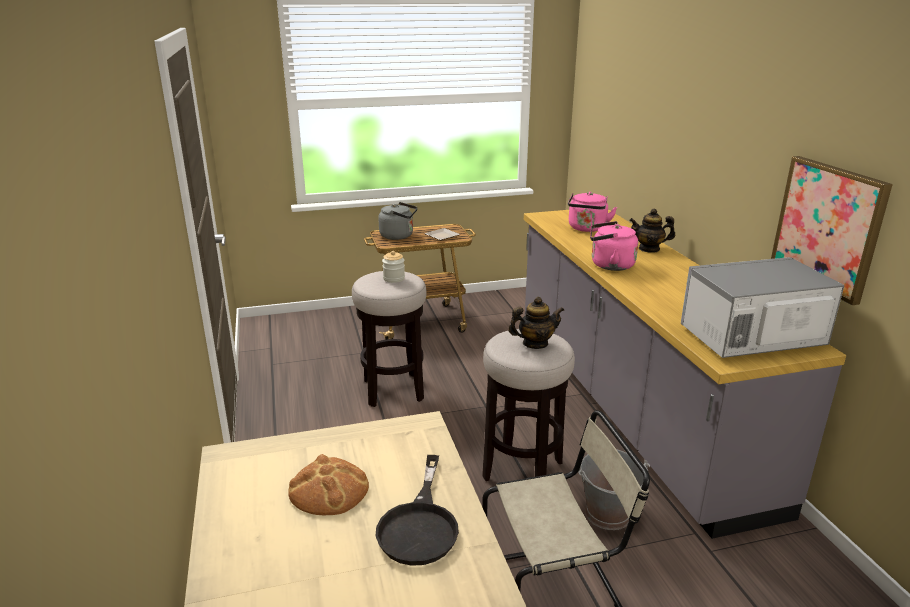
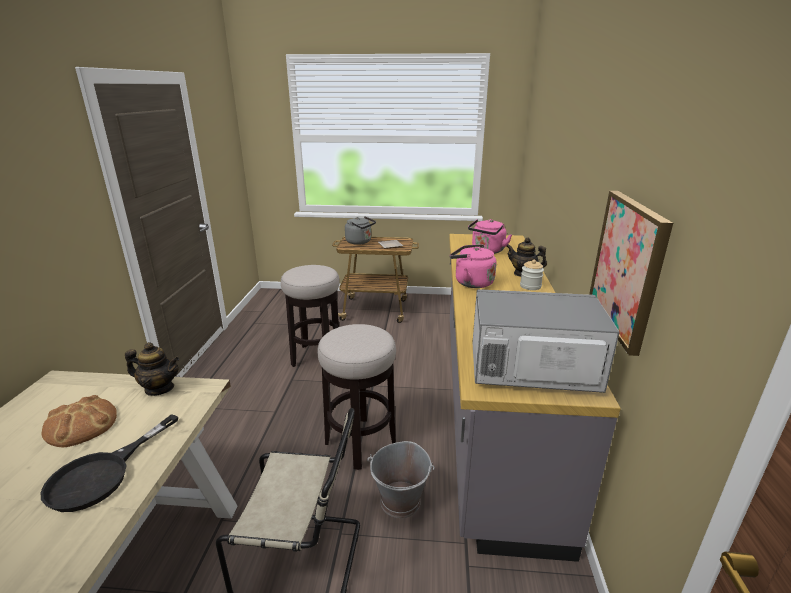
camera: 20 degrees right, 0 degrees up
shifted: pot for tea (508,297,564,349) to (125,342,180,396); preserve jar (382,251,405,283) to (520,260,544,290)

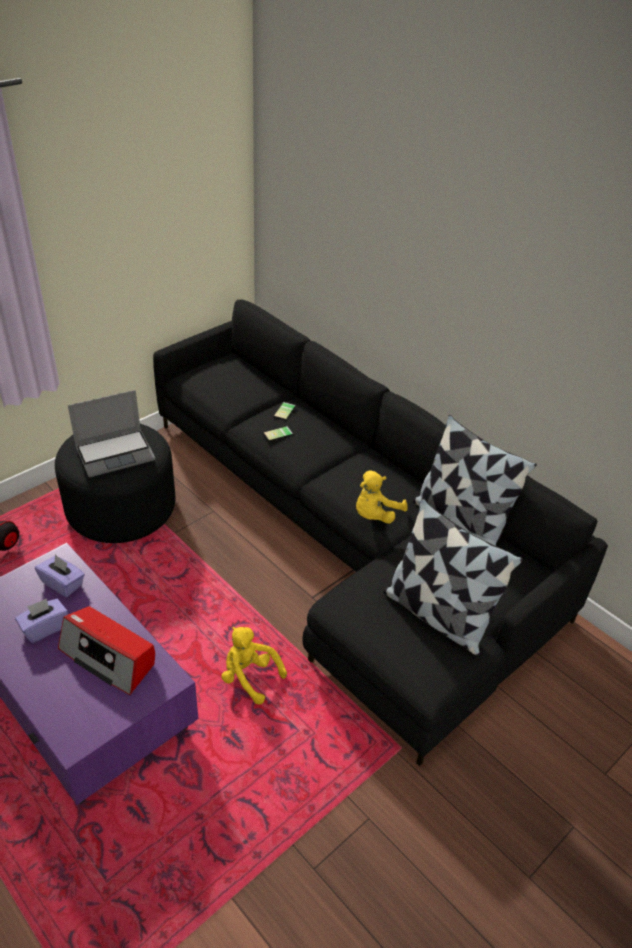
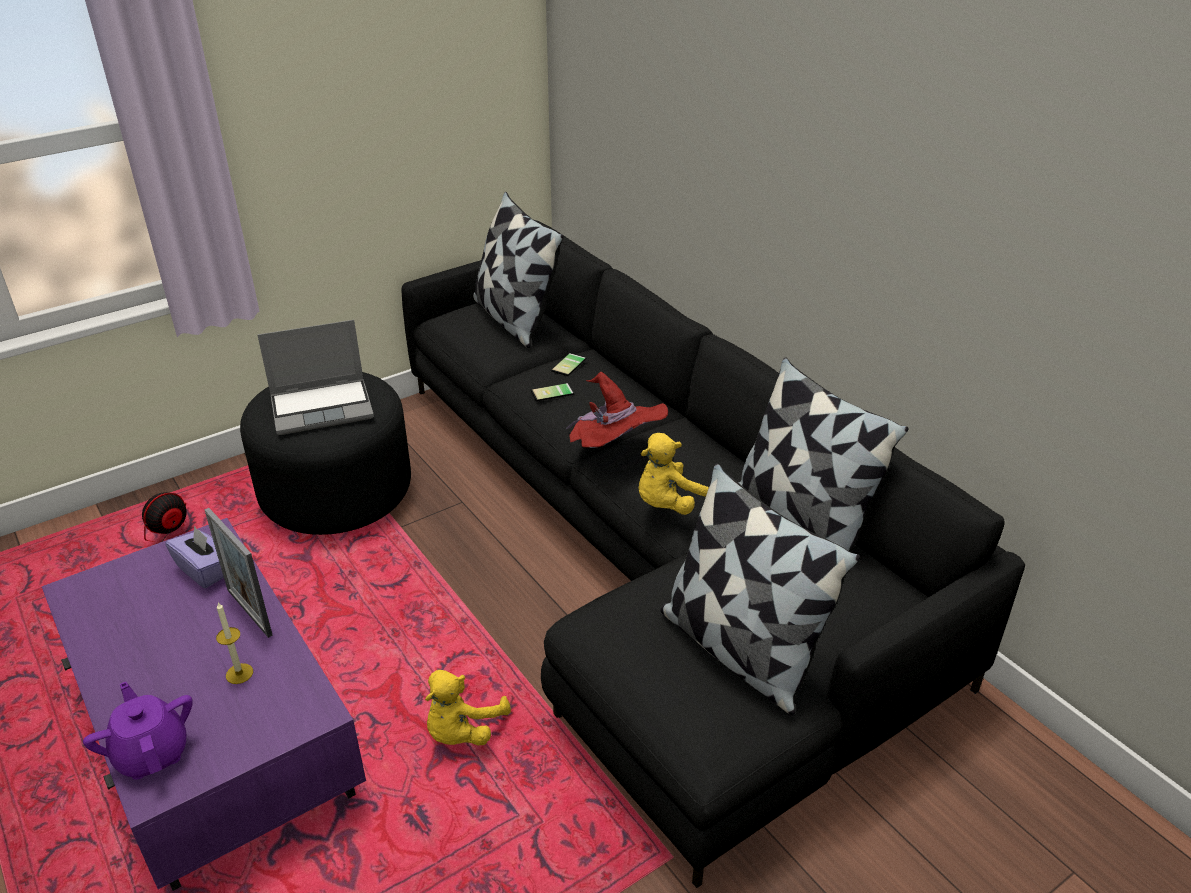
camera: 10 degrees right, 5 degrees down
gone: purple-coloured tissue holder (15,598,68,643)
new: purple-coloured pot for tea (83,682,193,780); standing frame (204,508,272,638); cushion (473,192,564,348); reddish hat (566,372,668,448)
swapped: radio receiver (58,606,155,695) to candle (216,602,253,684)
rotated: yellowish soft toy (221,627,287,705) = (425,670,511,746) 105 degrees counterclockwise

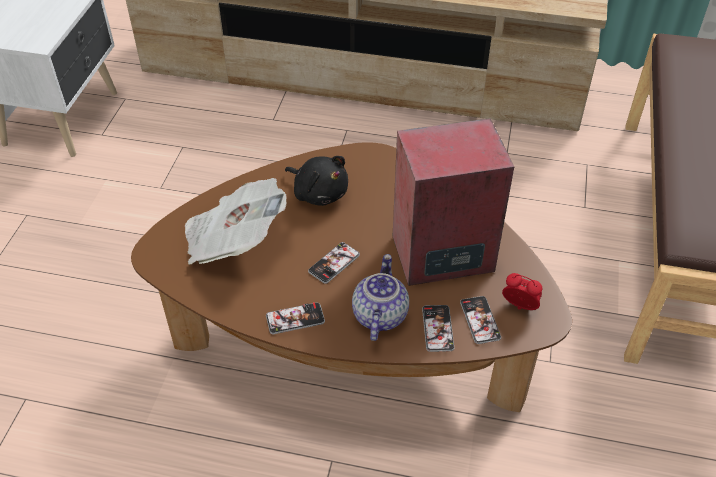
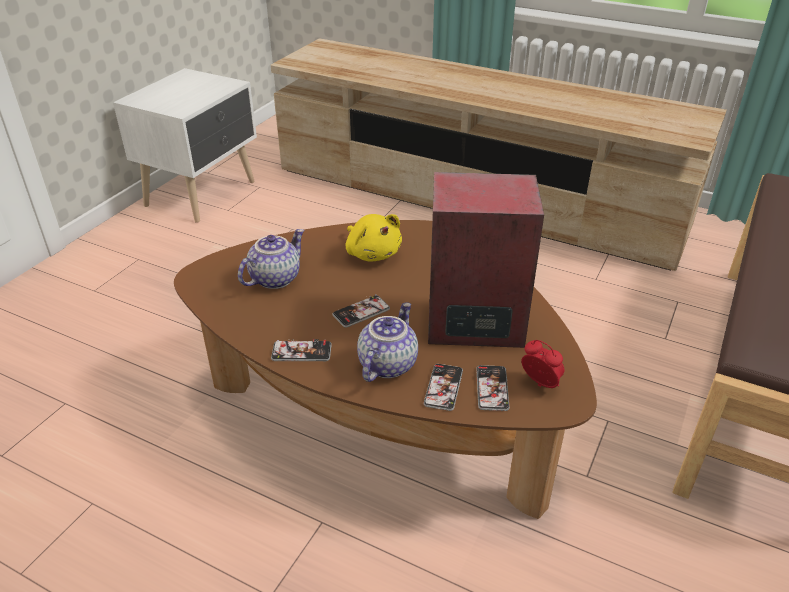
camera: 15 degrees right, 10 degrees down
swapped: daily paper (185,178,287,265) to pot for tea (238,229,305,289)
repainted: blackish soft toy (285,156,348,206) to yellowish soft toy (346,214,402,261)

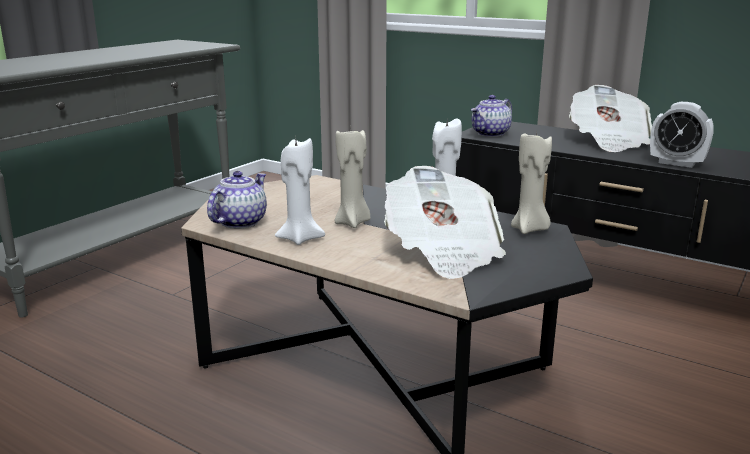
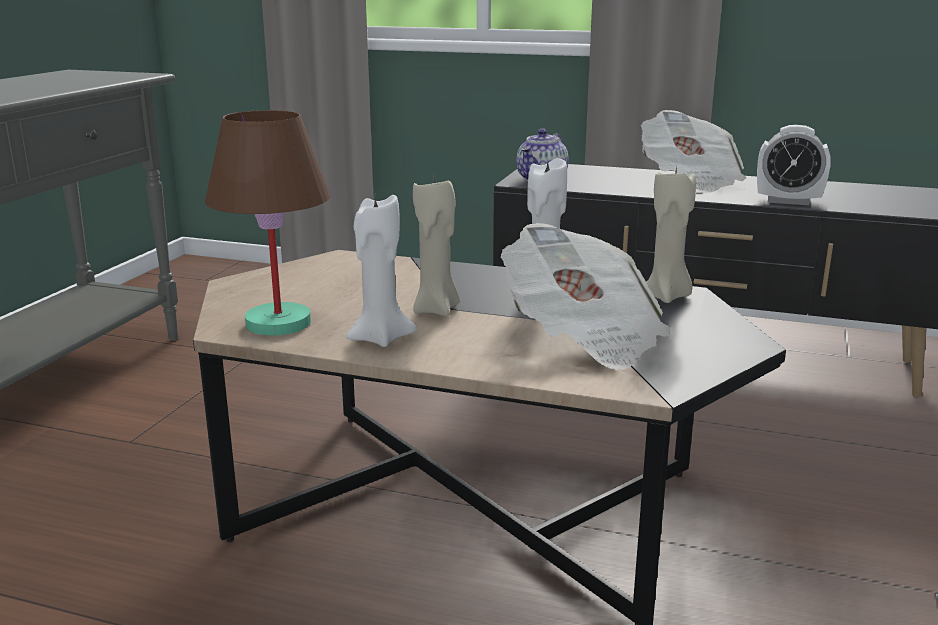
camera: 15 degrees left, 0 degrees up
swapped: pot for tea (207,171,267,229) to brown table lamp (205,110,330,336)

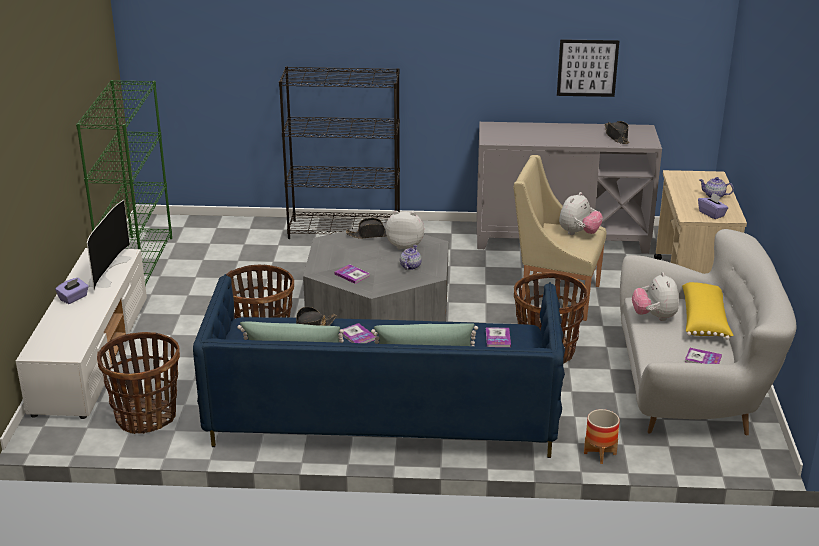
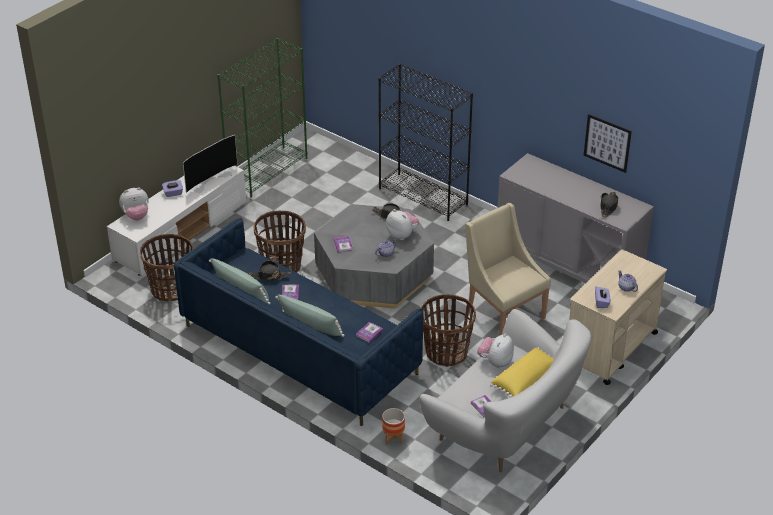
camera: 35 degrees right, 10 degrees up
shifted: soft toy (559,192,603,235) to (119,188,149,220)

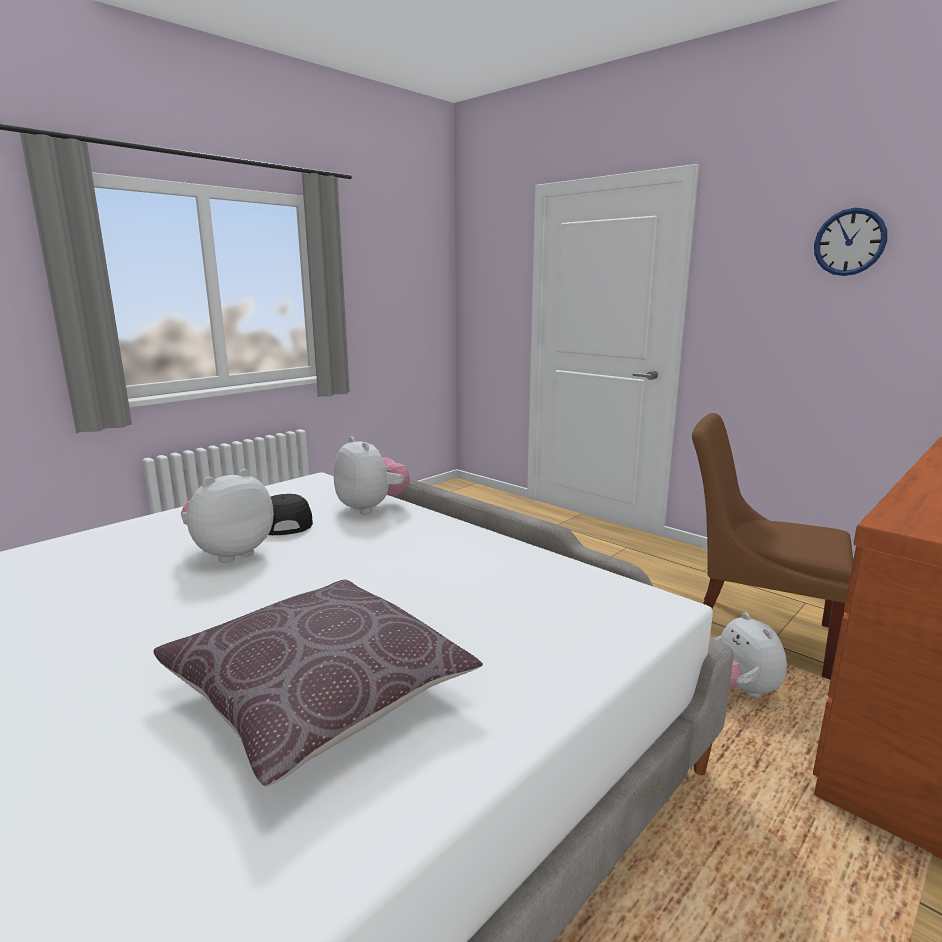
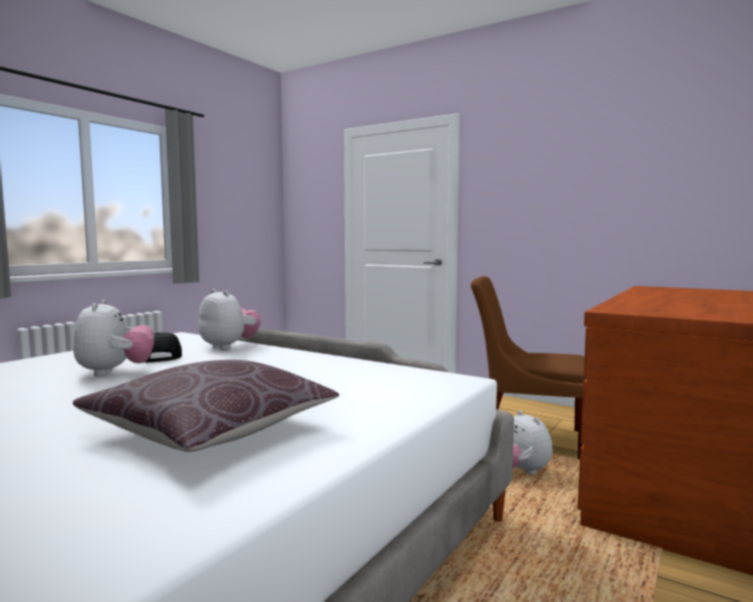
camera: 10 degrees left, 10 degrees down
gone: wall clock (814,208,887,276)
rotated: soft toy (181,469,274,563) = (73,300,154,376) 135 degrees clockwise

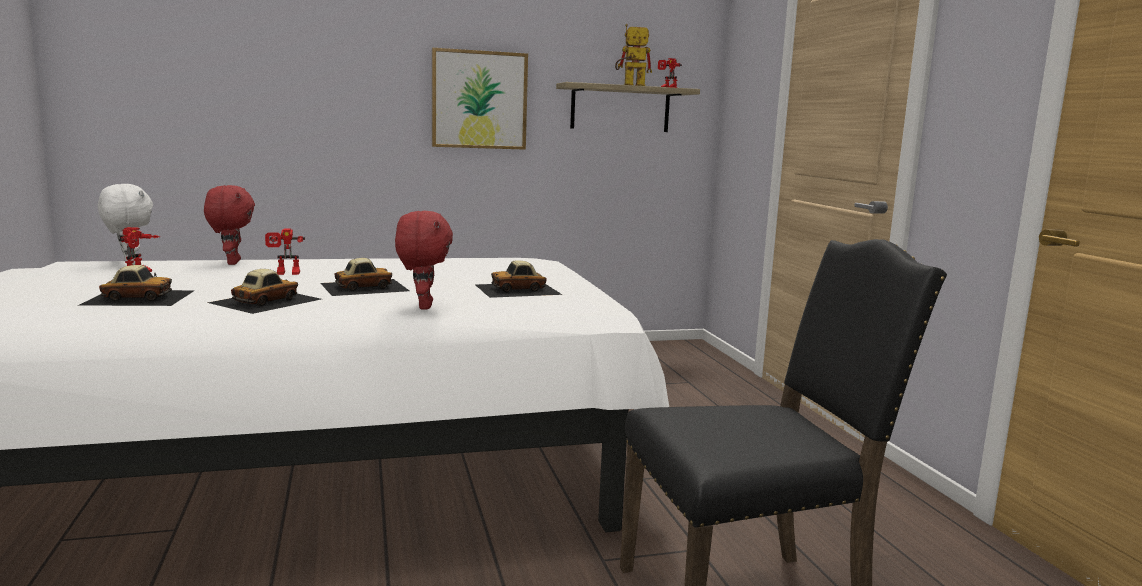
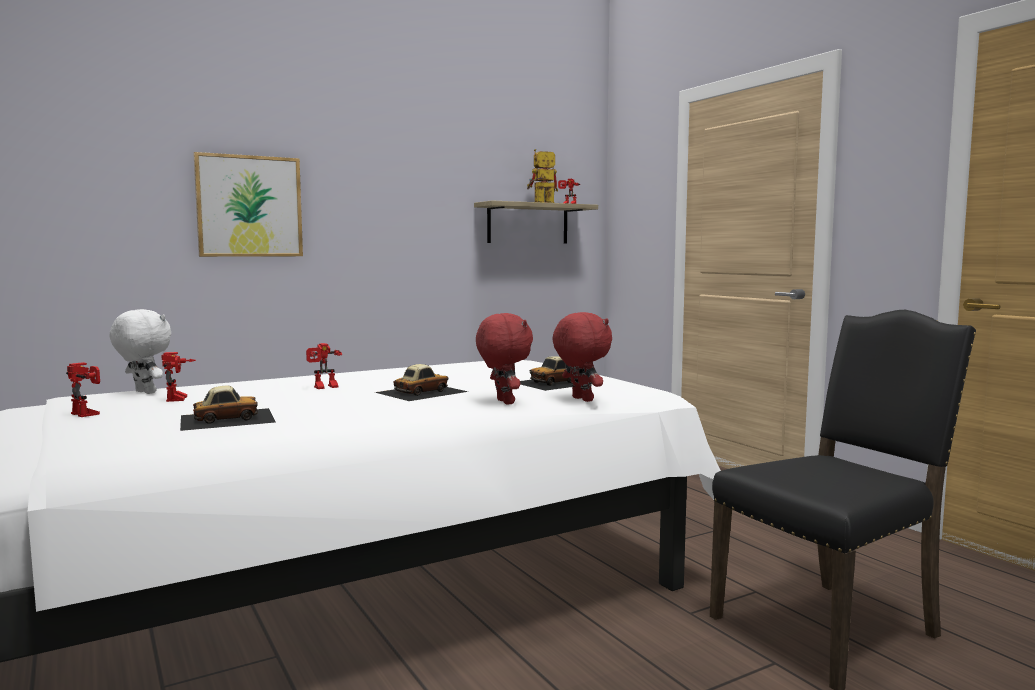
camera: 15 degrees left, 5 degrees down
gone: toy car (207,269,321,314)
new: toy robot (66,362,100,417)
shifted: picture (432,48,528,150) to (193,152,303,257); reddish soft toy (204,185,255,265) to (552,312,612,402)

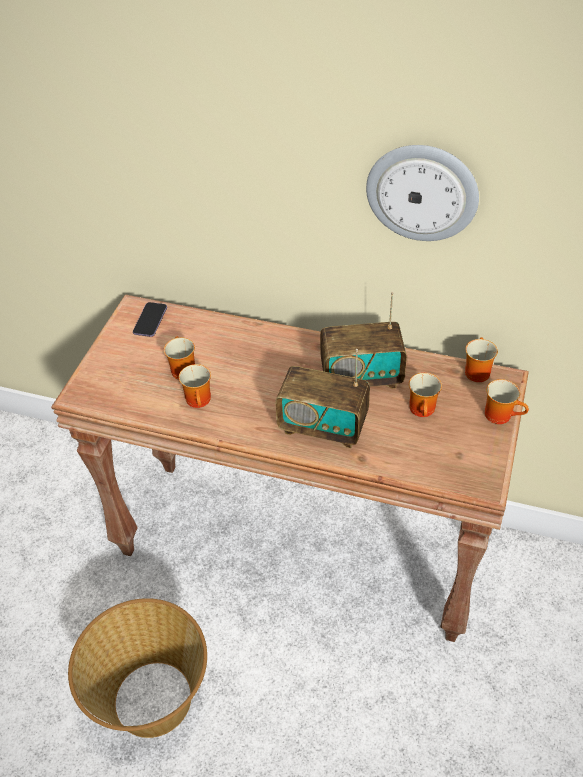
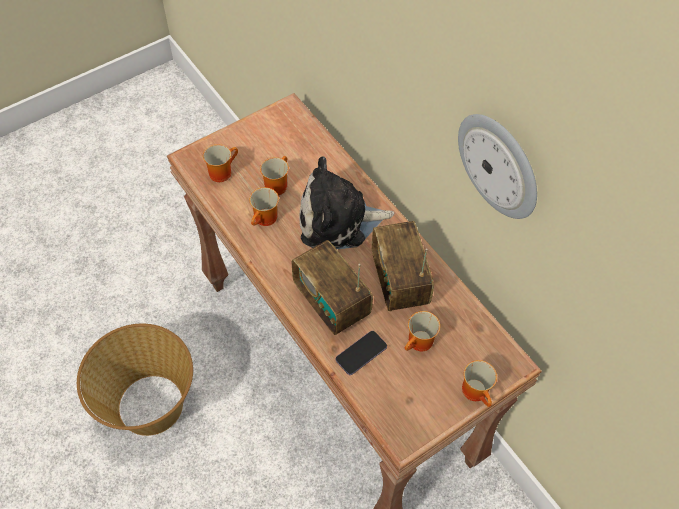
camera: 35 degrees right, 10 degrees up
new: soft toy (300,156,394,249)
shifted: coffee mug (465,337,498,382) to (203,144,238,182); phone (133,302,167,337) to (336,331,387,375)
rotated: radio receiver (320,291,407,389) = (372,221,434,311) 45 degrees clockwise

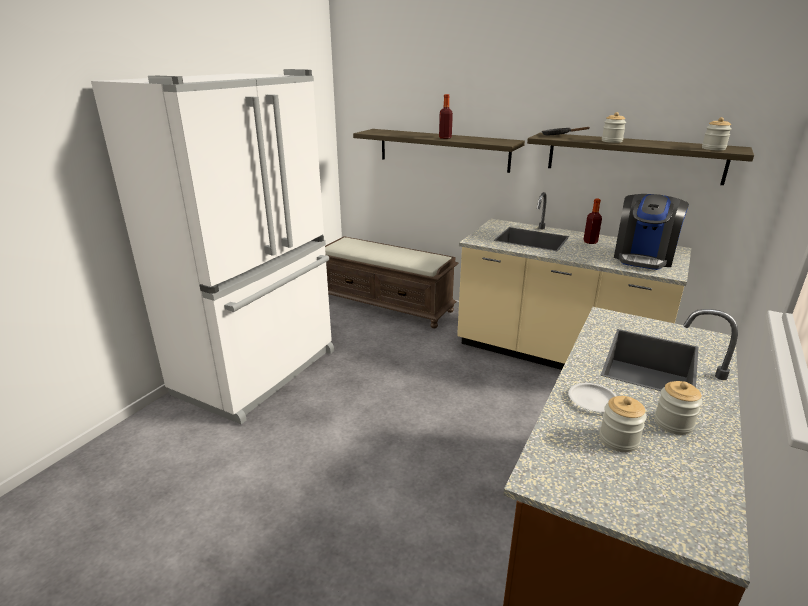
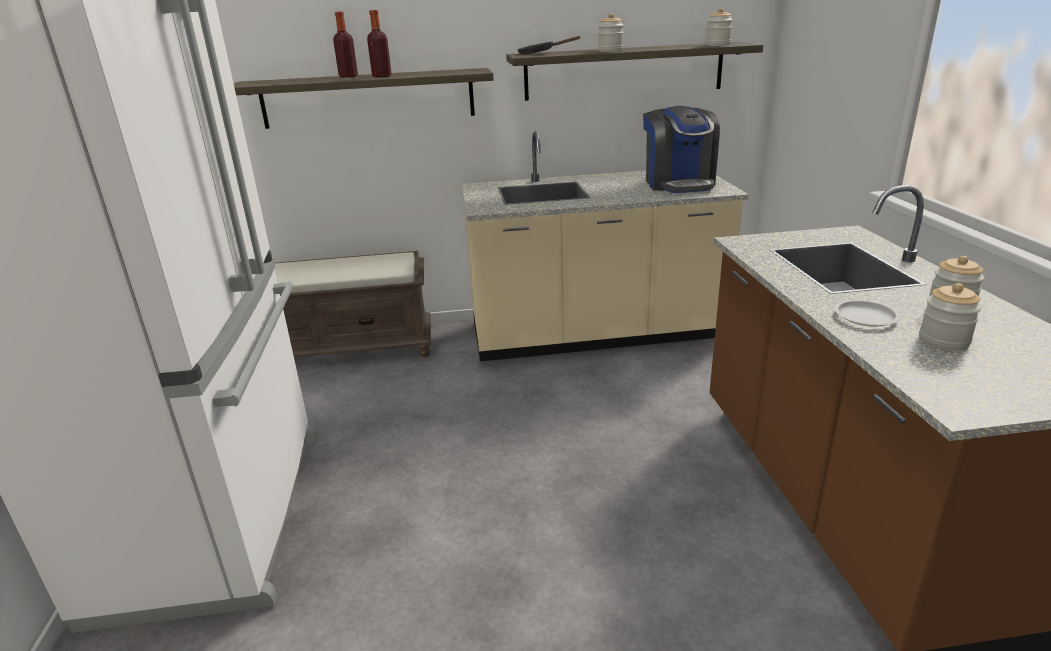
camera: 35 degrees left, 0 degrees up
shifted: beverage bottle (583,198,602,244) to (333,11,358,77)

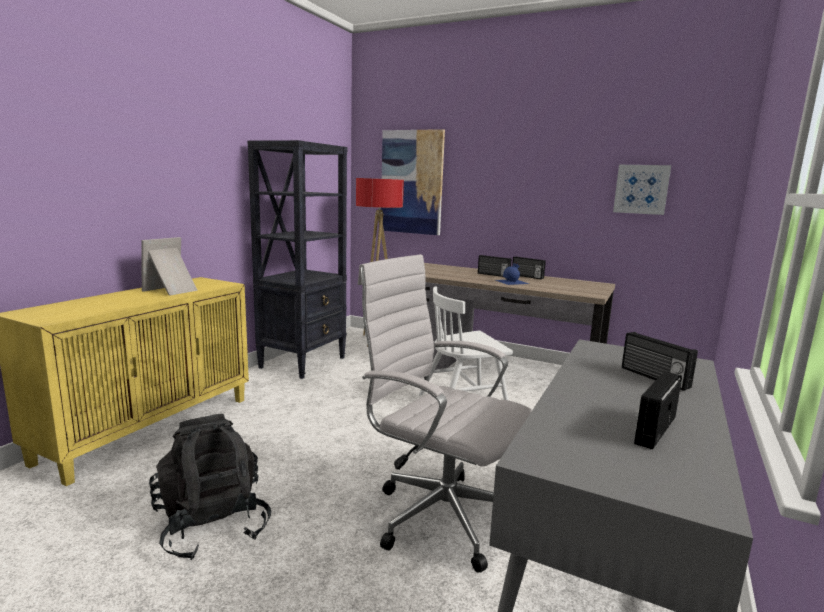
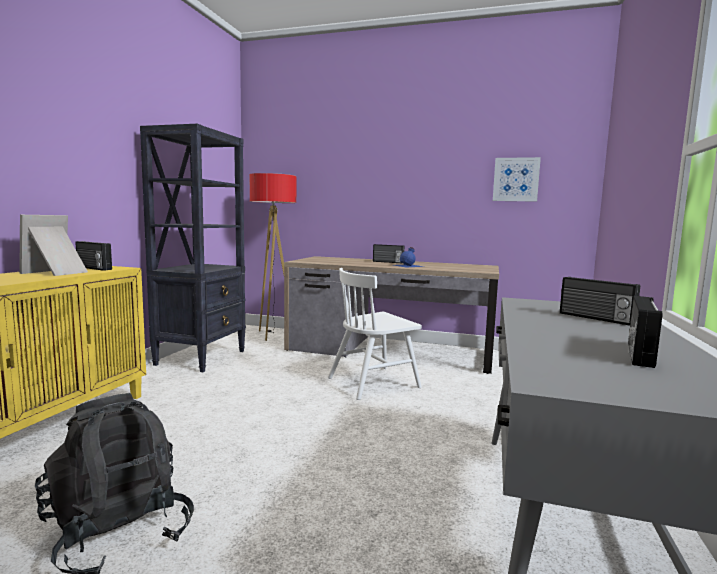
camera: 10 degrees left, 5 degrees down
gone: white desk chair (358,254,532,572); picture (381,129,445,235)
shifted: radio receiver (512,256,546,279) to (75,241,112,271)

